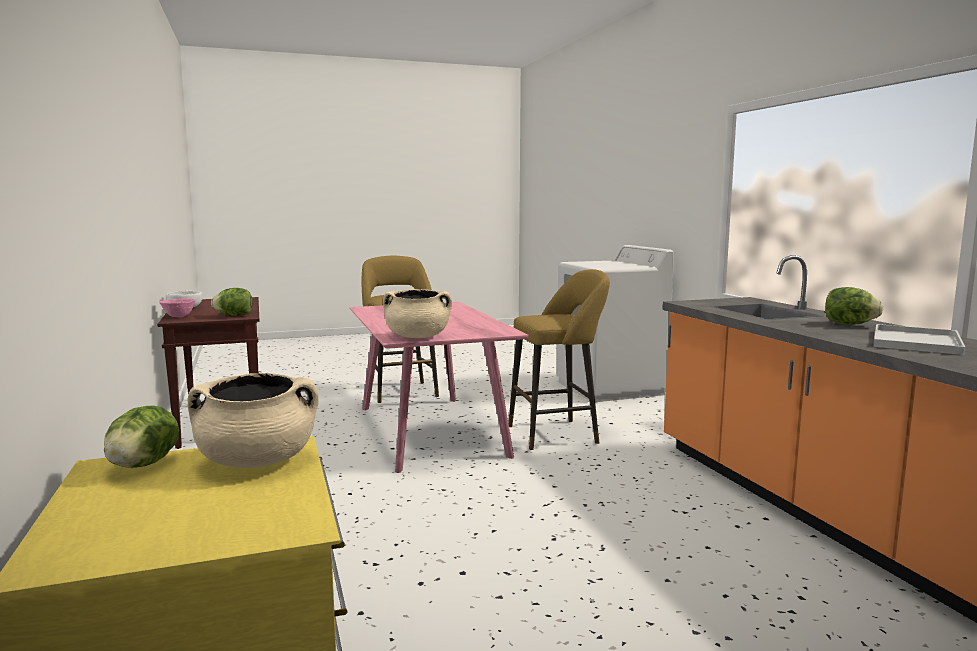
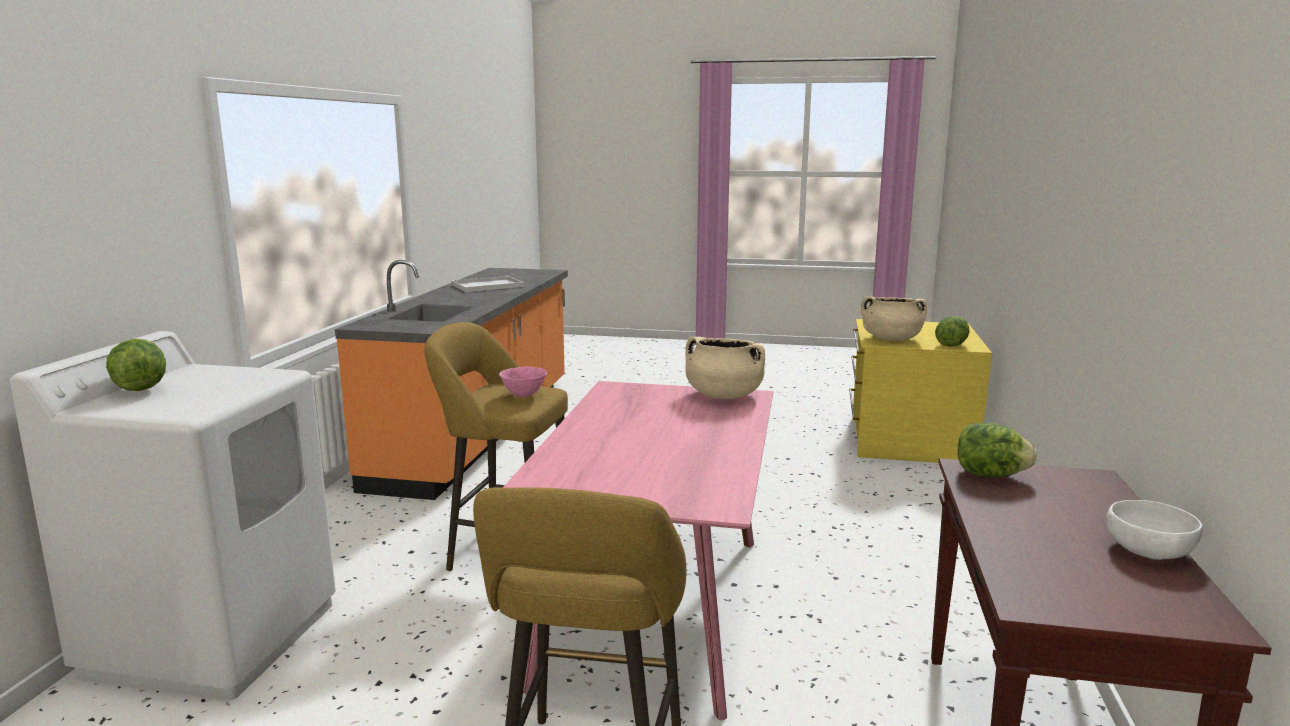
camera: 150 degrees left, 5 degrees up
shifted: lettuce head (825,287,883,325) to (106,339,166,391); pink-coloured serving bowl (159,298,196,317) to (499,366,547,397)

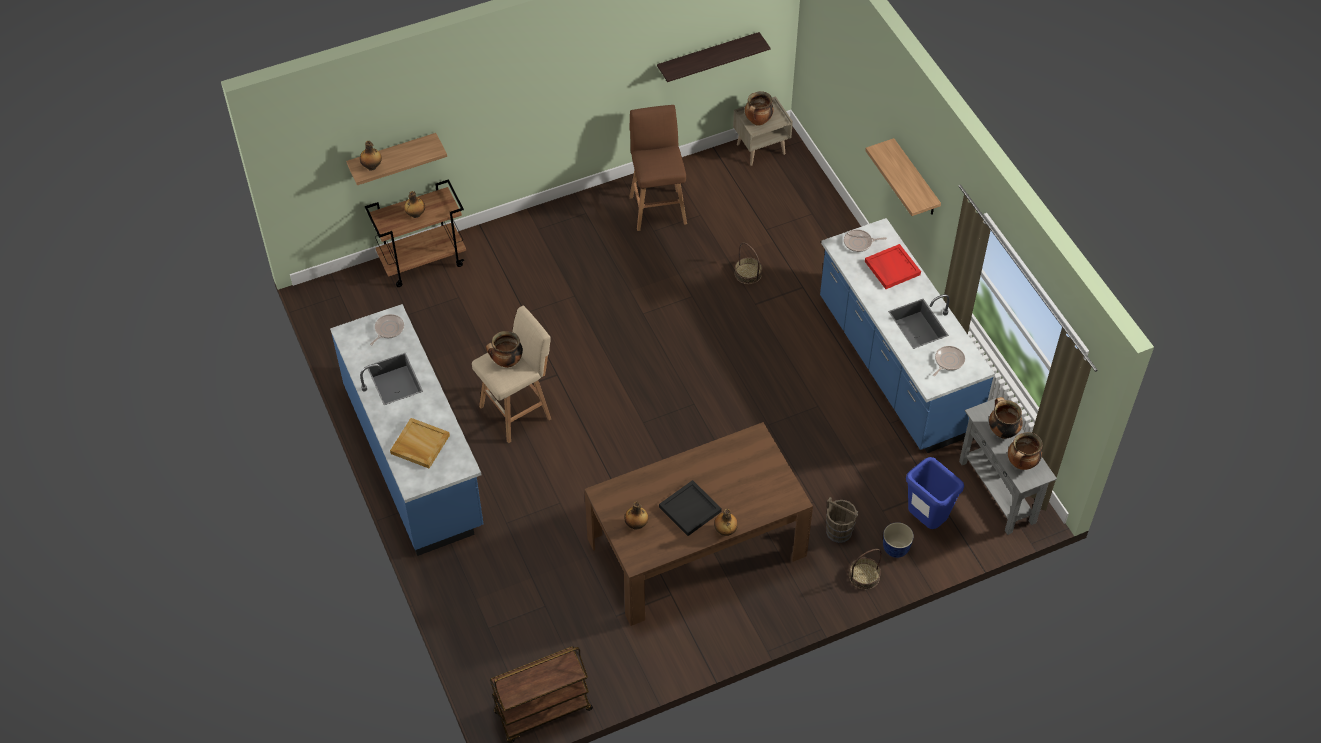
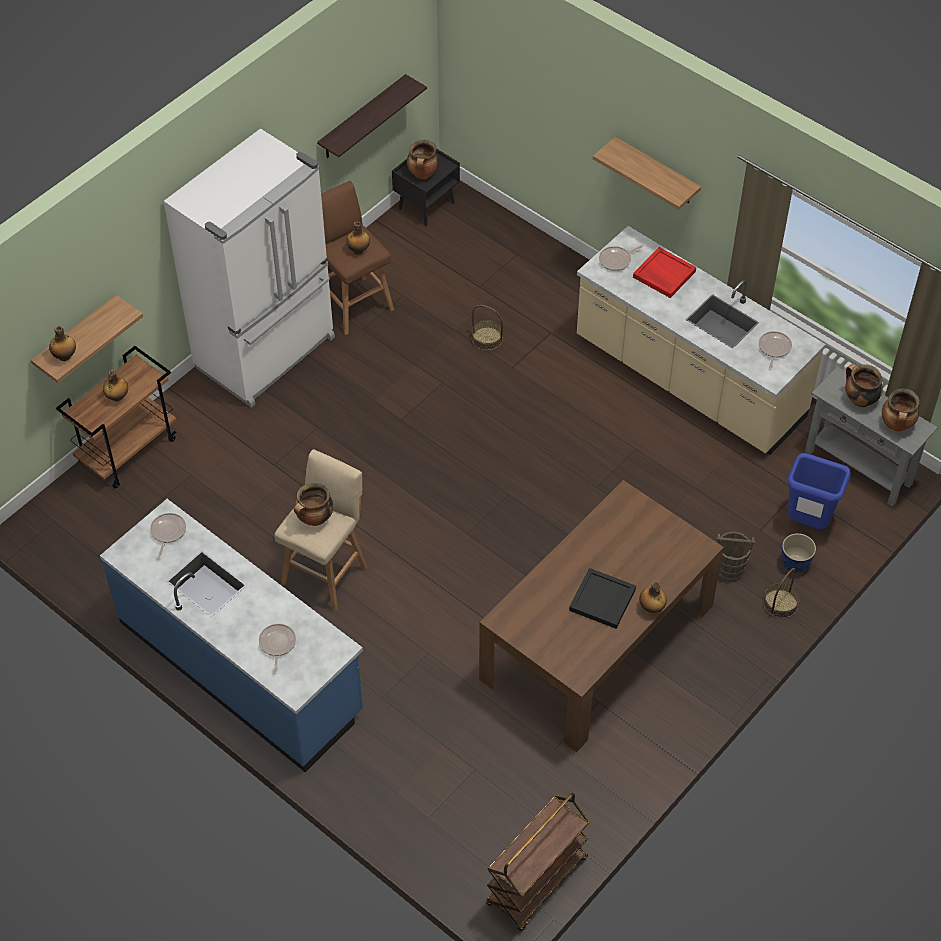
camera: 25 degrees left, 0 degrees up
new: white fridge (164,128,335,408)
shifted: beverage bottle (624,502,648,530) to (346,221,370,255)
swapped: beige-coloured serving tray (390,418,450,468) to skillet (259,624,296,671)
repainted: beige-coloured bedside table (733,96,793,166) to blackish bedside table (392,149,460,226); bluish counter (820,218,995,453) to beige-coloured counter (577,226,826,455)

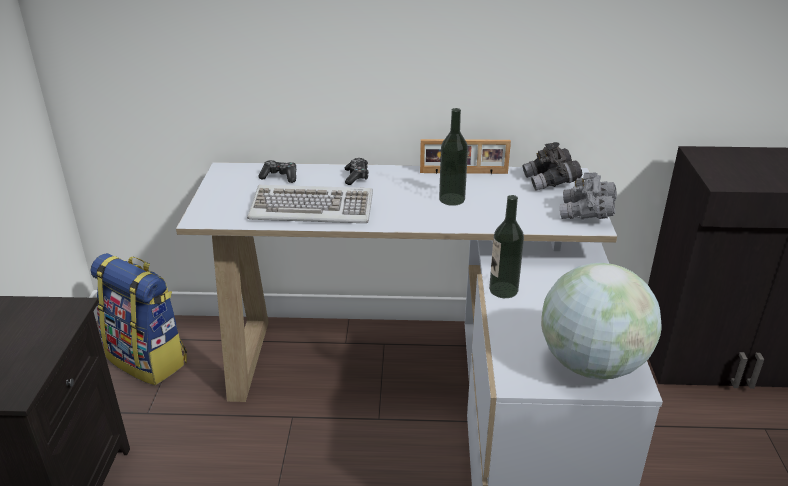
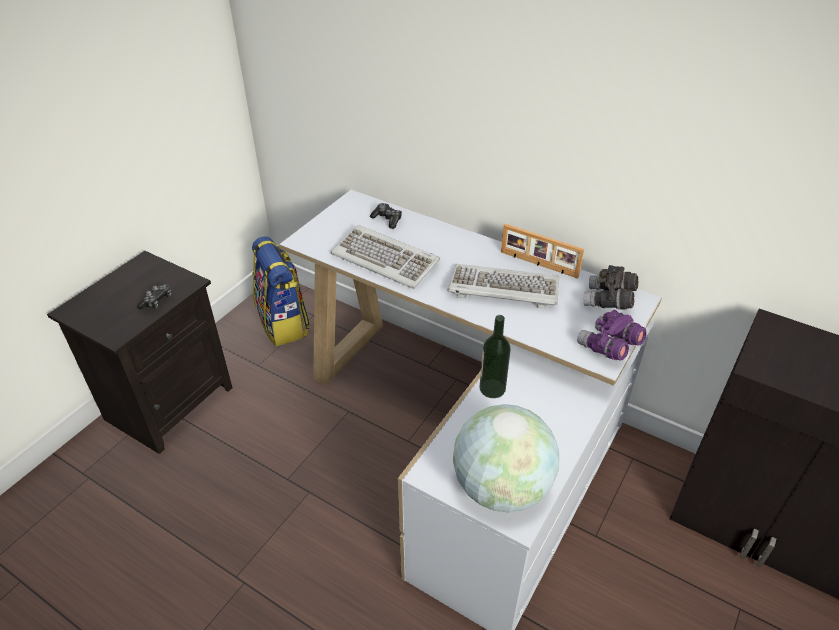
camera: 30 degrees right, 10 degrees up
shifted: game controller (345,158,369,185) to (137,284,171,310)
swapped: beverage bottle (439,108,468,206) to PC keyboard (447,264,559,309)
repainted: grey binoculars (560,172,617,219) to purple-coloured binoculars (577,310,647,360)

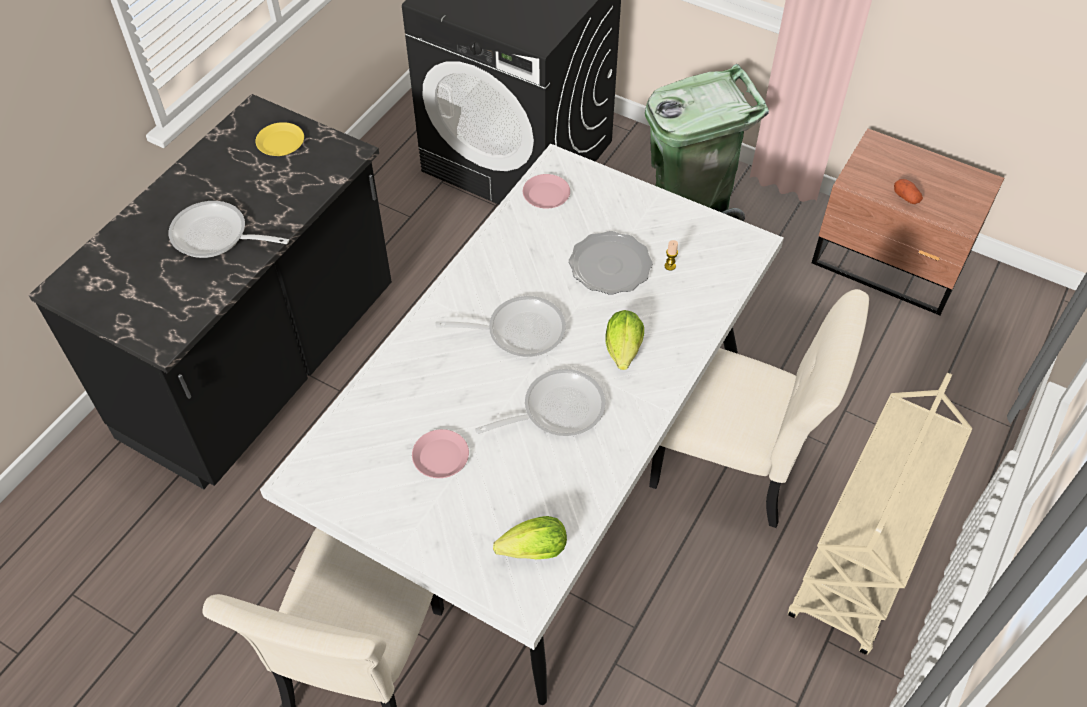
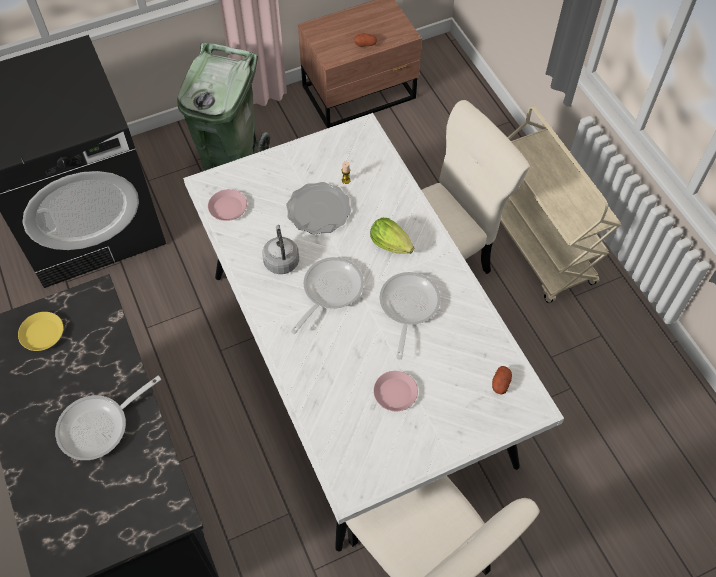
camera: 55 degrees left, 5 degrees up
new: grey kettle (262,225,299,274)
swapped: lettuce head (493,516,567,559) to whole potato (492,366,512,395)

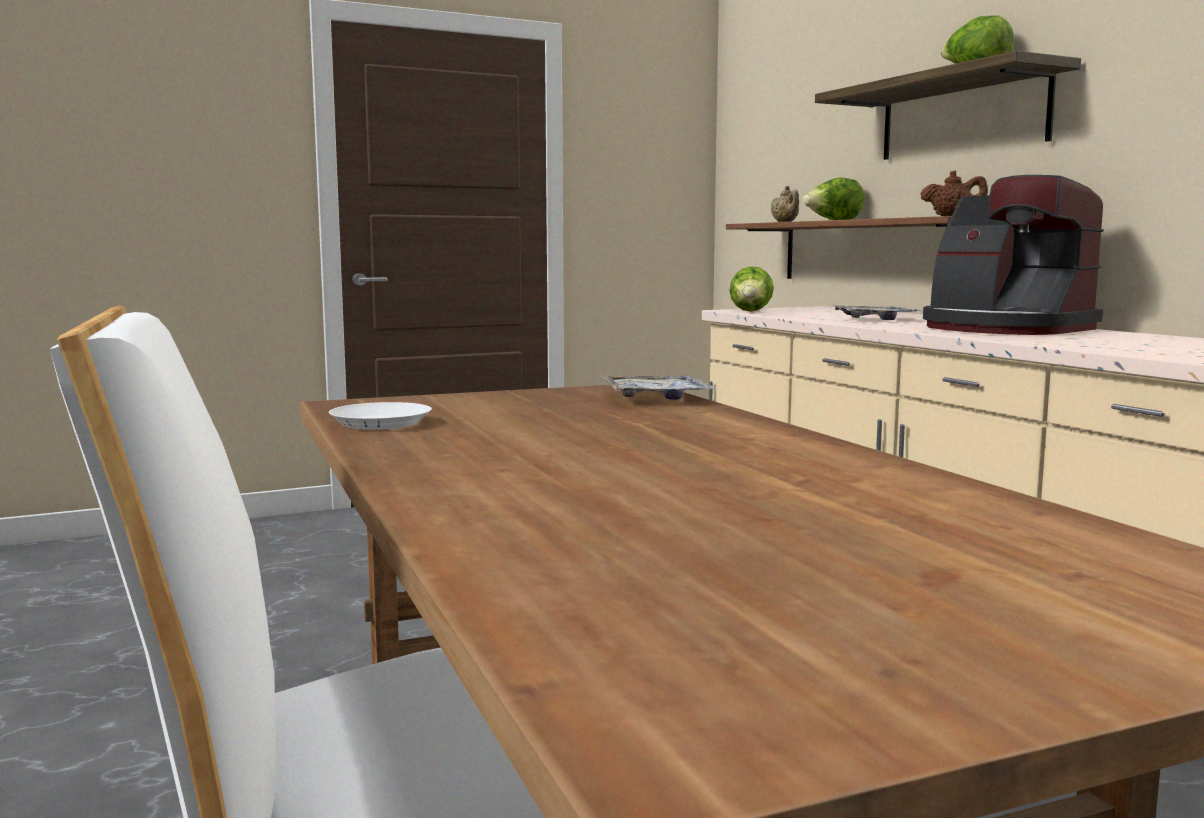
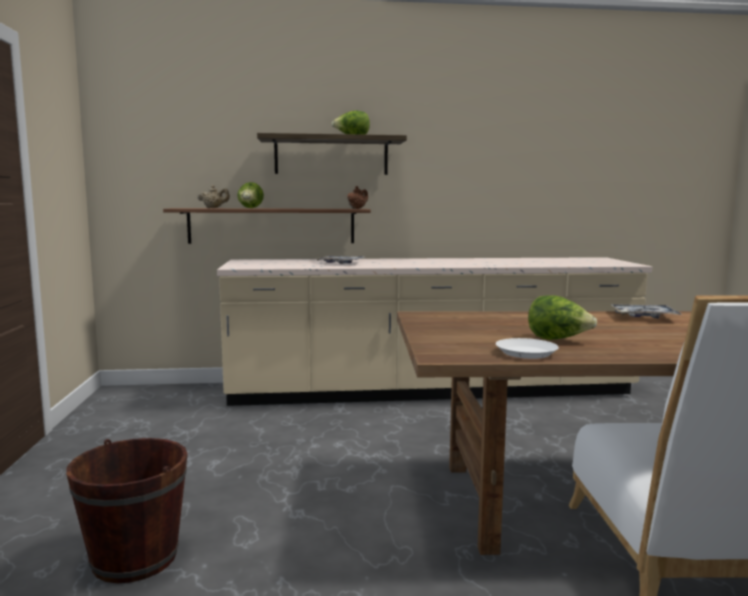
camera: 70 degrees left, 0 degrees up
gone: coffee maker (923,175,1104,335)
new: brown pail (66,438,188,583)
shifted: lettuce head (729,266,774,312) to (528,296,597,340); serving tray (601,376,716,399) to (611,304,682,319)

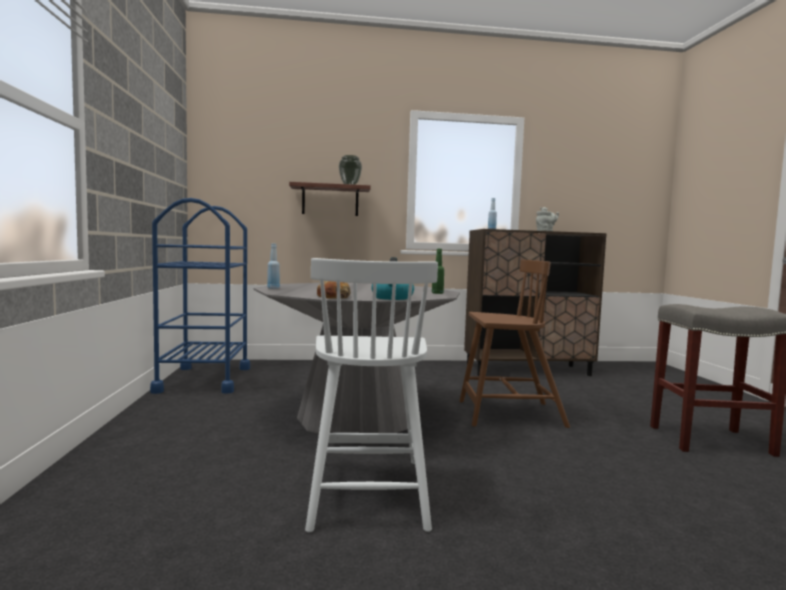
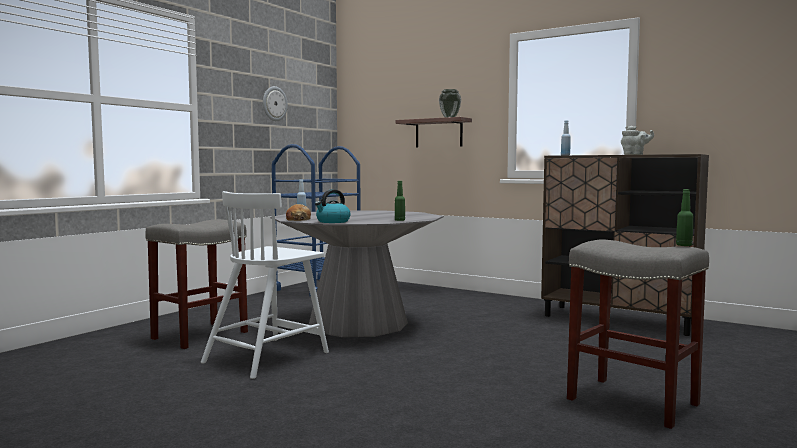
camera: 40 degrees right, 0 degrees up
gone: brown upright chair (459,259,570,428)
new: grey sitting stool (145,219,248,349); wall clock (263,86,288,121); greenish beverage bottle (676,189,693,246)

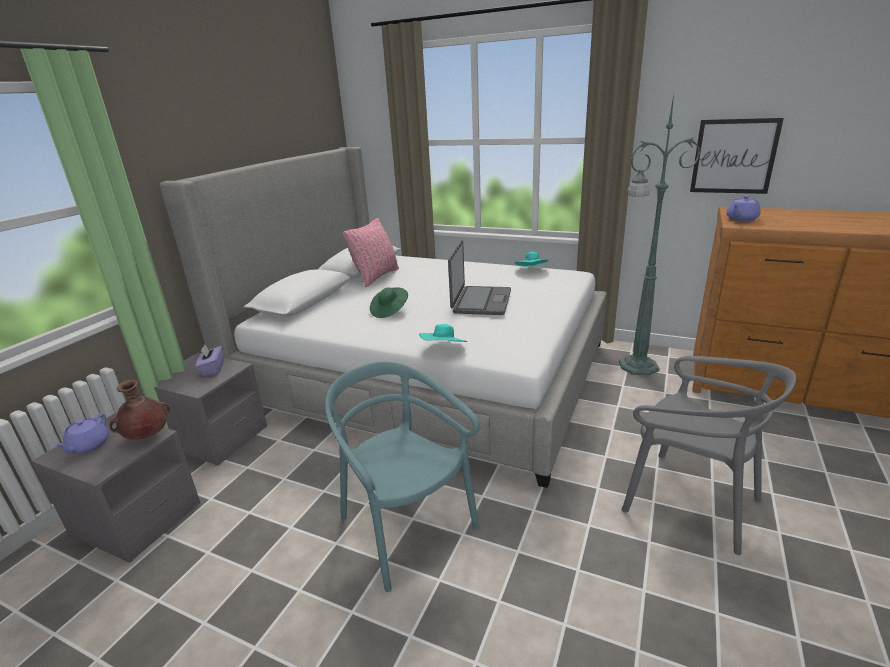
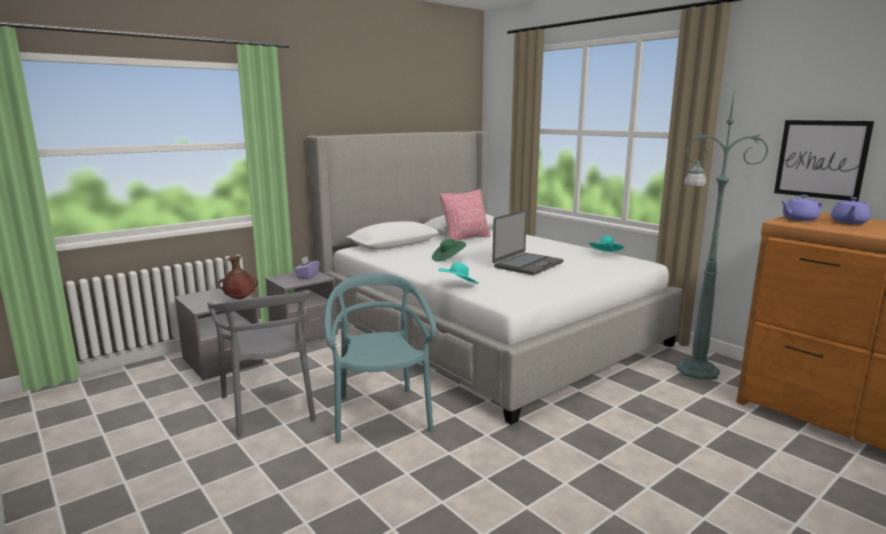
camera: 25 degrees right, 10 degrees down
shifted: grey upright chair (621,356,797,555) to (207,290,316,436); purple-coloured pot for tea (54,414,109,454) to (831,197,871,224)

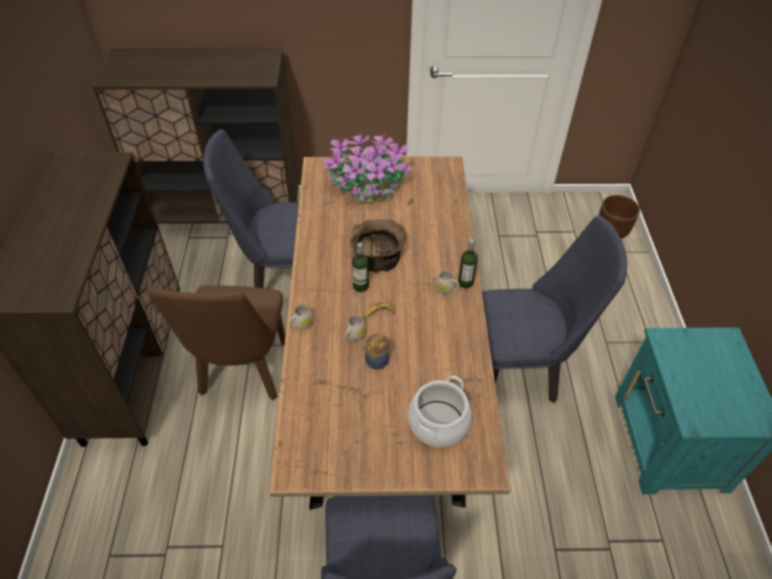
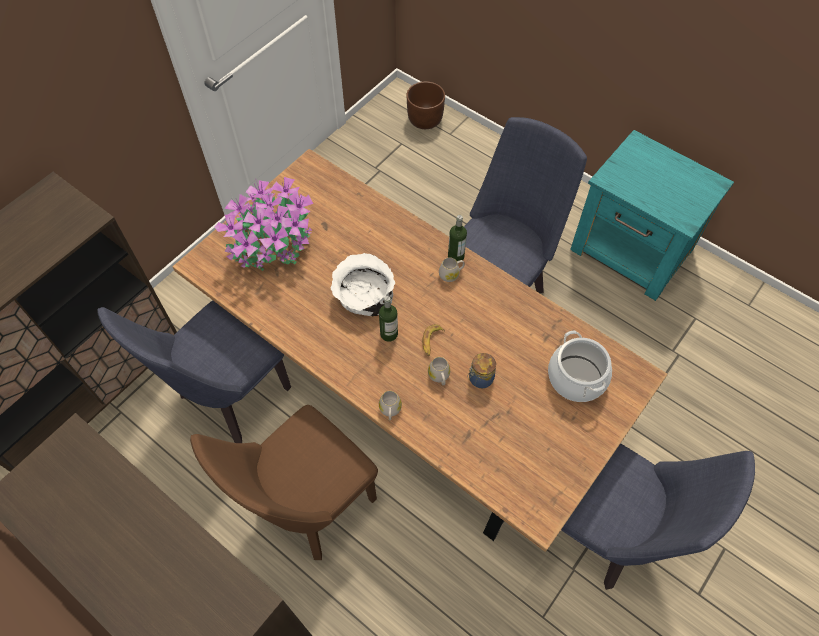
camera: 50 degrees left, 10 degrees up
repainted: brown serving bowl (350,219,406,272) to white serving bowl (330,253,395,316)
rotated: brown upright chair (147,285,285,400) = (190,405,378,560) 90 degrees clockwise

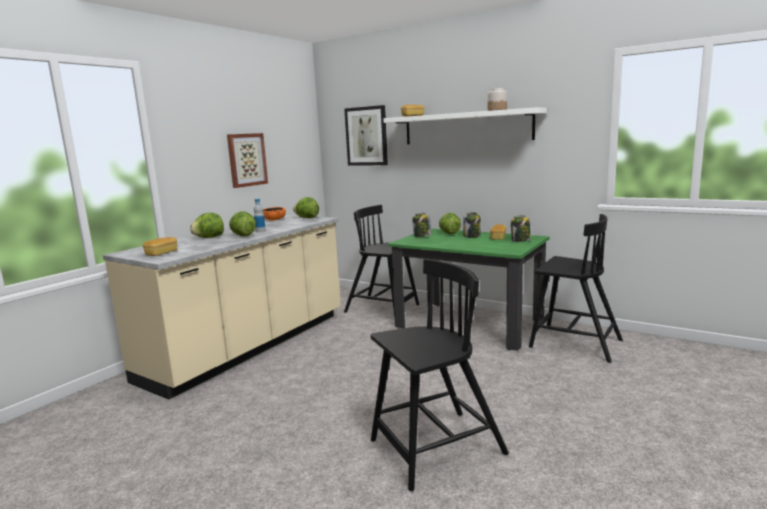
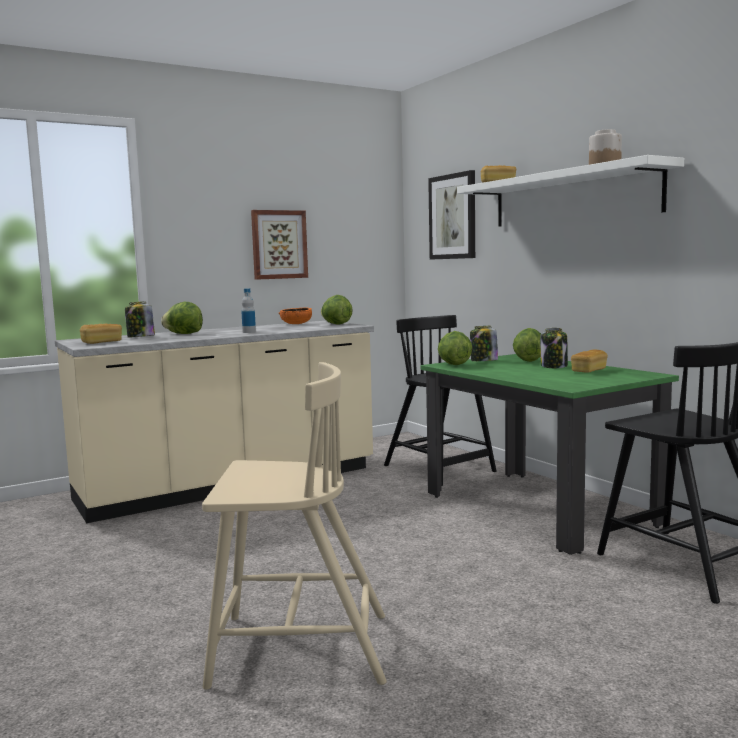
camera: 25 degrees right, 5 degrees down
shifted: preserve jar (511,215,531,242) to (125,301,155,338); lettuce head (229,211,256,236) to (438,331,472,365)
repainted: blackish upright chair (371,259,509,491) to beige-coloured upright chair (202,362,387,690)

